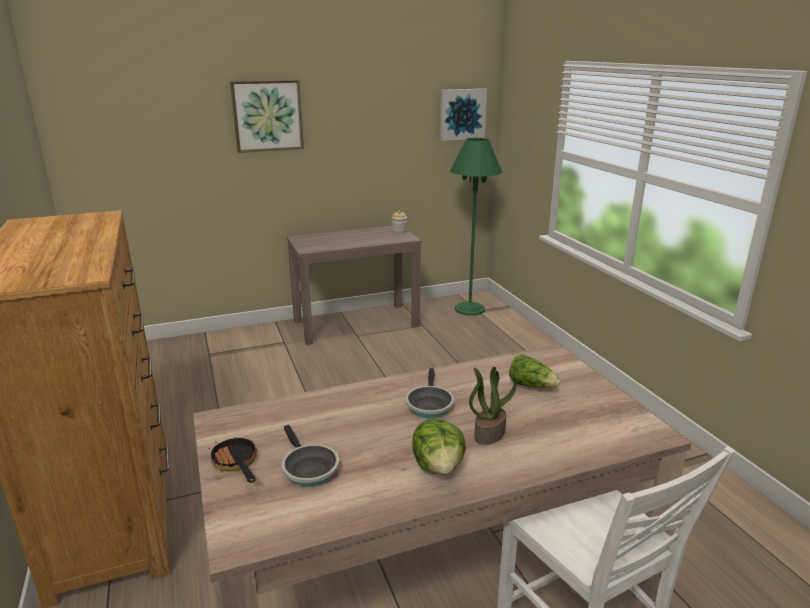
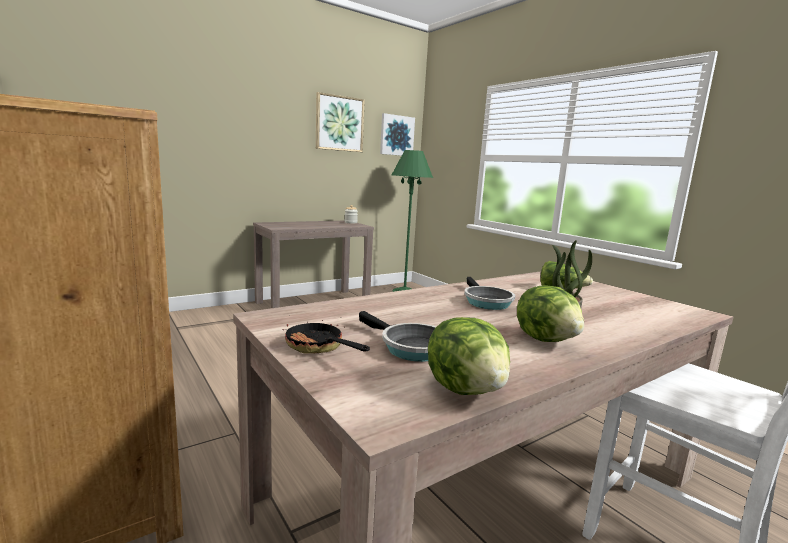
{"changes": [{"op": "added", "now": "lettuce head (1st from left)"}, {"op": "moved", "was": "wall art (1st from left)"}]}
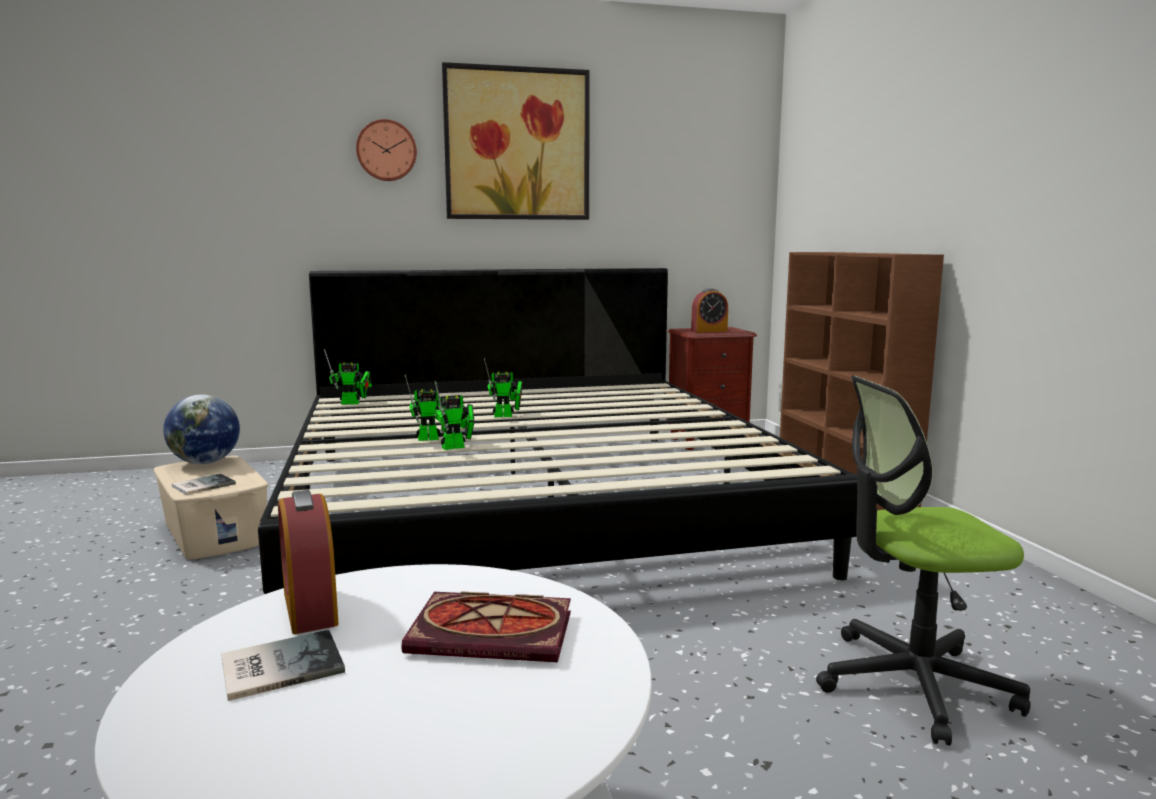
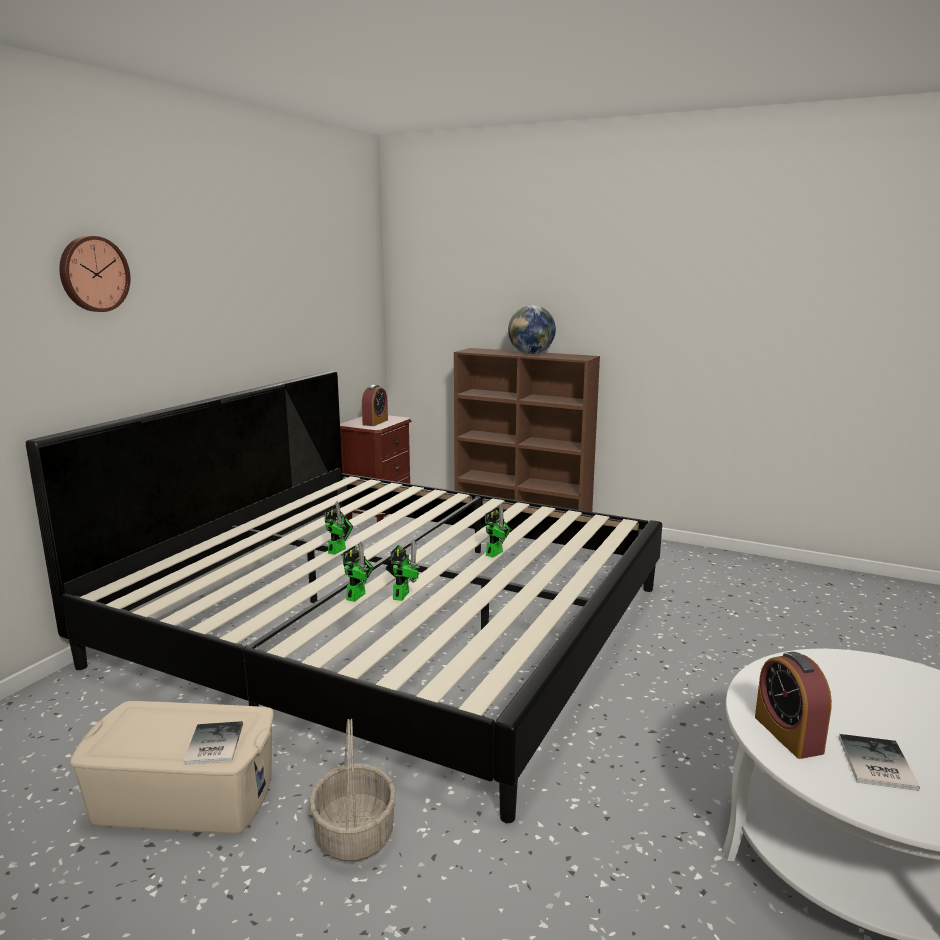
{"changes": [{"op": "removed", "was": "volume (3rd from left)"}, {"op": "removed", "was": "wall art"}, {"op": "removed", "was": "office chair"}, {"op": "added", "now": "basket"}, {"op": "moved", "was": "desk globe"}, {"op": "moved", "was": "model robot (1st from left in the first image)", "now": "model robot (4th from left)"}, {"op": "turned", "was": "bedside clock (1st from left in the first image)", "clockwise": 60}]}
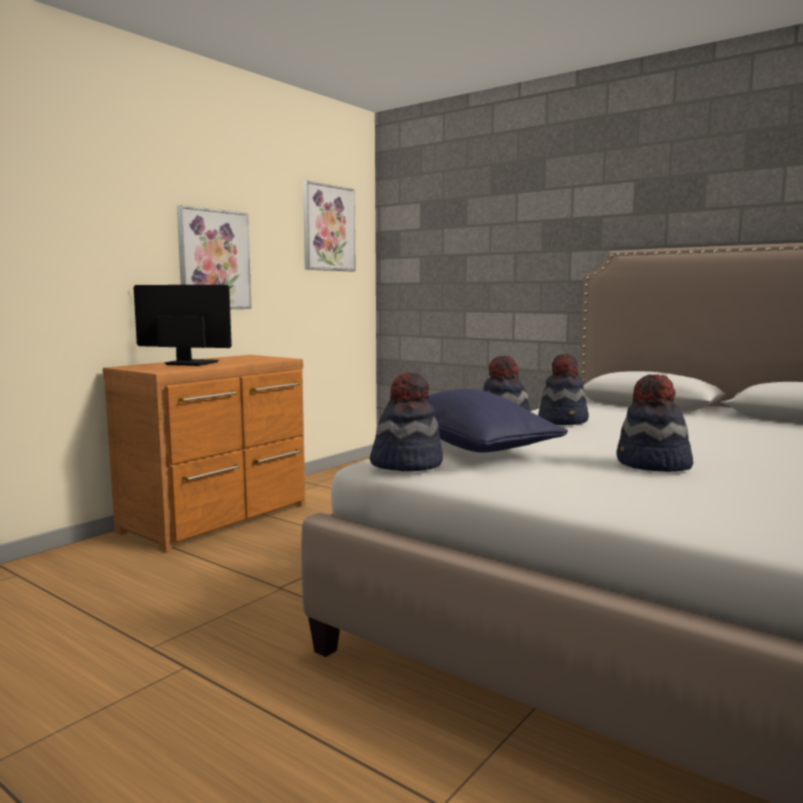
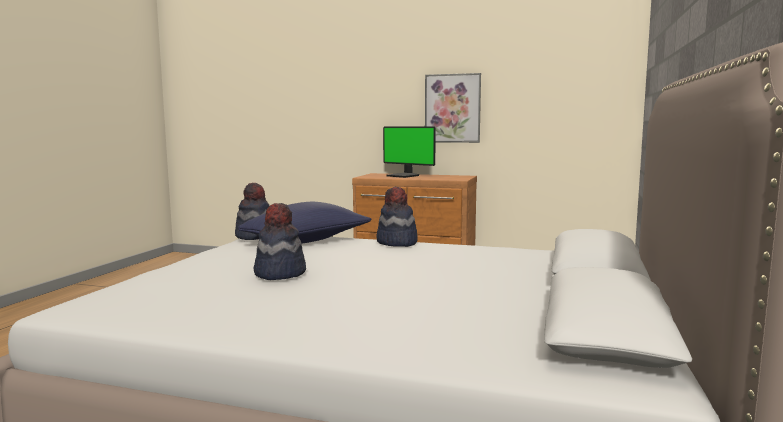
{"changes": [{"op": "removed", "was": "wall art (2nd from left)"}, {"op": "removed", "was": "wearable hat (3rd from left)"}, {"op": "turned", "was": "monitor", "clockwise": 135}]}
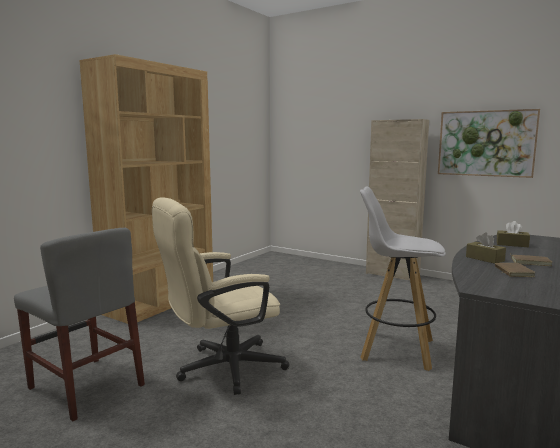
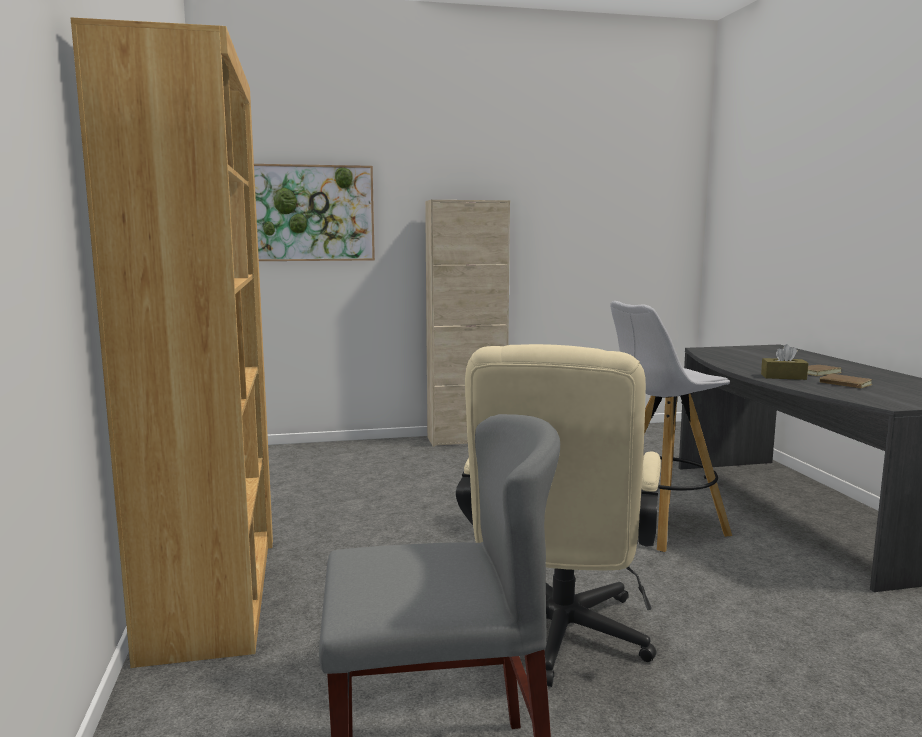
{"changes": [{"op": "removed", "was": "tissue holder in brown (2nd from left)"}, {"op": "moved", "was": "wall art"}]}
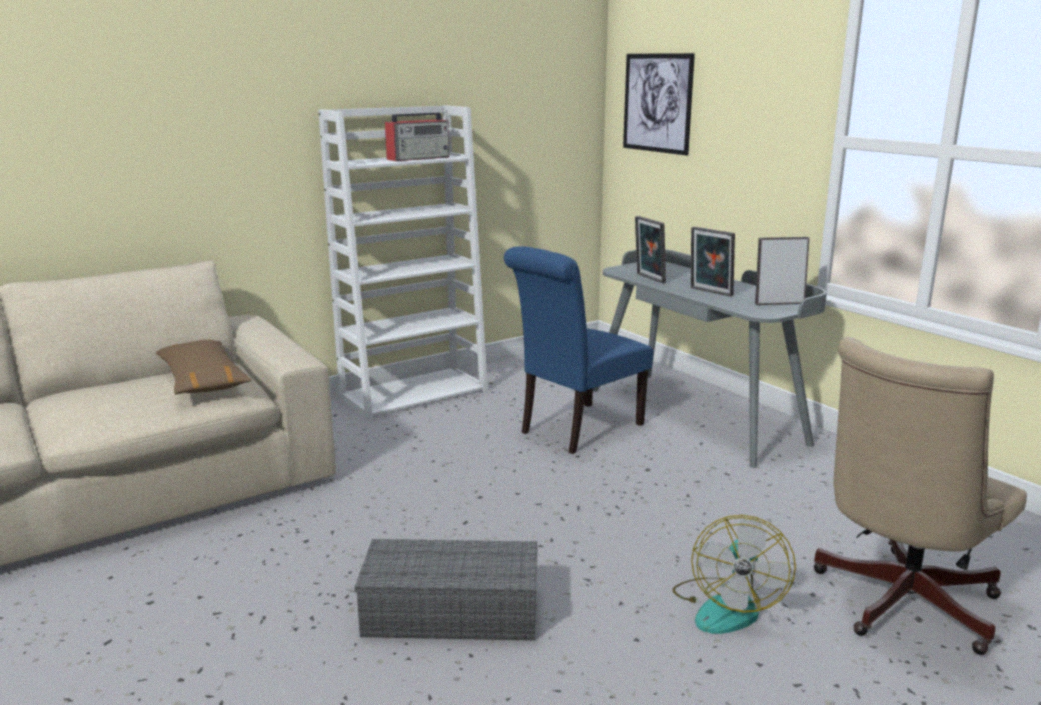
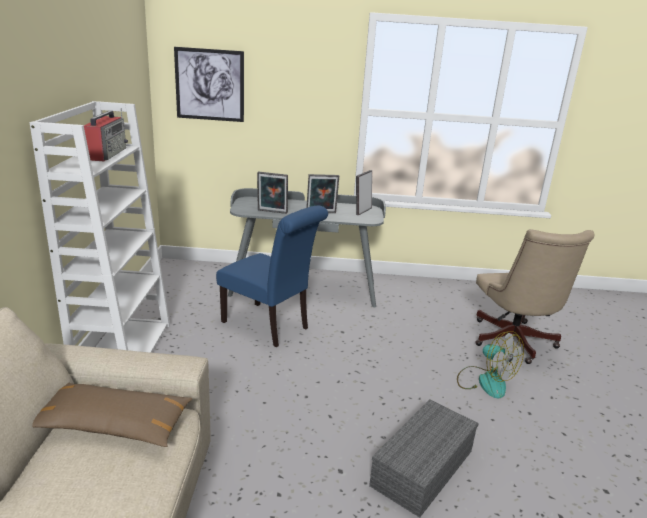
{"changes": [{"op": "turned", "was": "upright chair in bluish", "clockwise": -45}]}
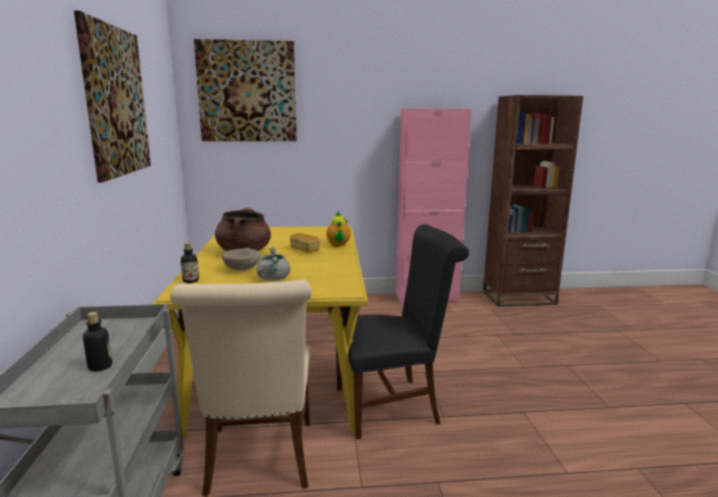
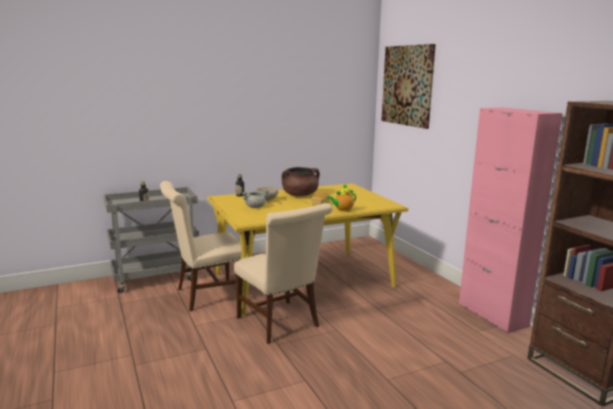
{"changes": [{"op": "removed", "was": "wall art (1st from left)"}, {"op": "recoloured", "was": "upright chair in blackish", "now": "upright chair in beige (2nd from left)"}]}
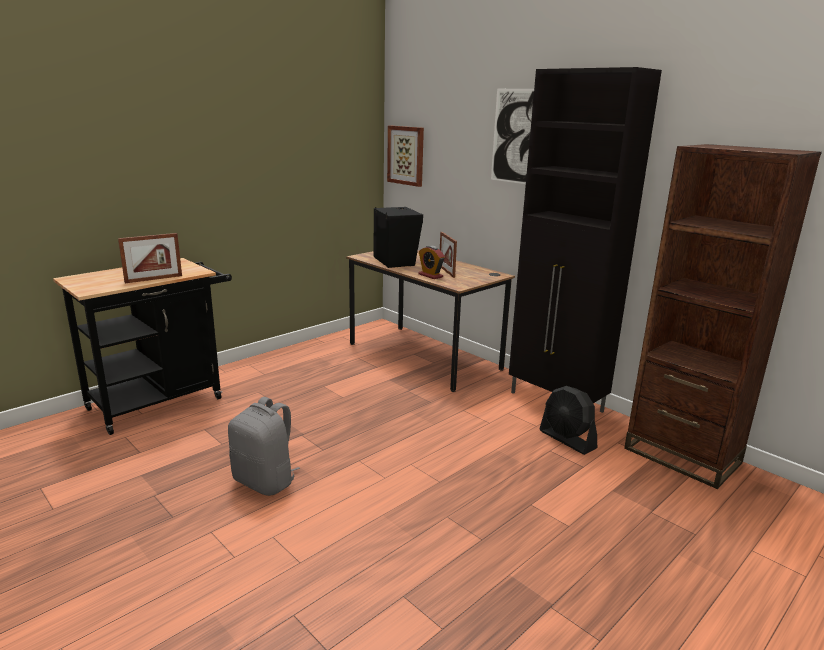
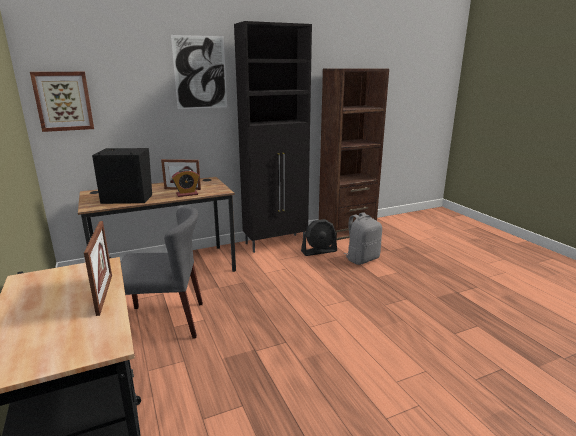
{"changes": [{"op": "added", "now": "upright chair in gray"}, {"op": "moved", "was": "backpack in gray"}]}
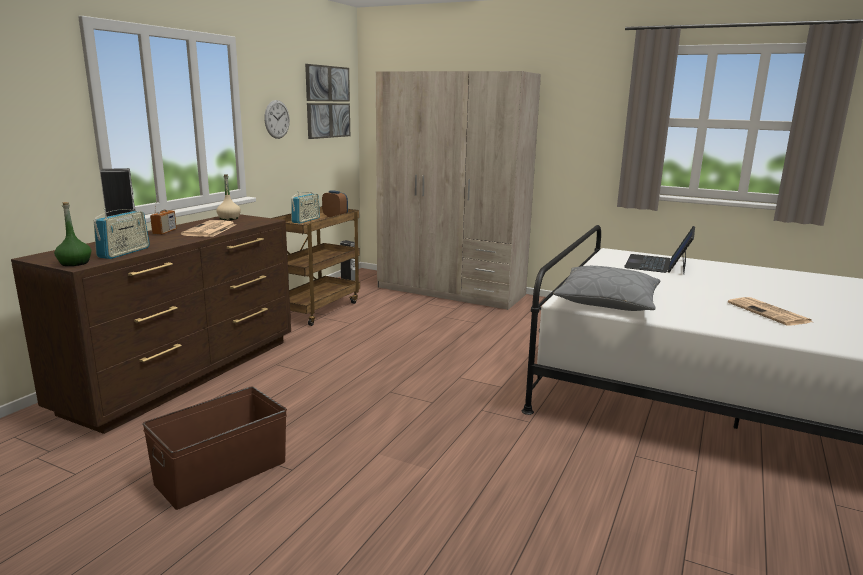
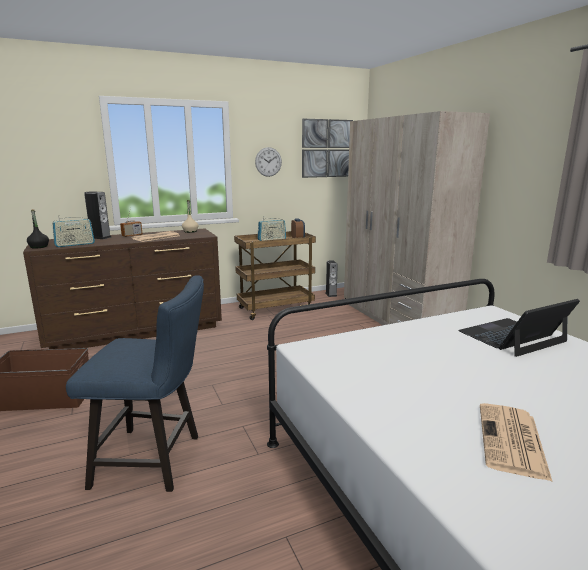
{"changes": [{"op": "removed", "was": "pillow in gray"}, {"op": "added", "now": "upright chair in bluish"}, {"op": "recoloured", "was": "drink bottle in greenish", "now": "drink bottle in blackish"}]}
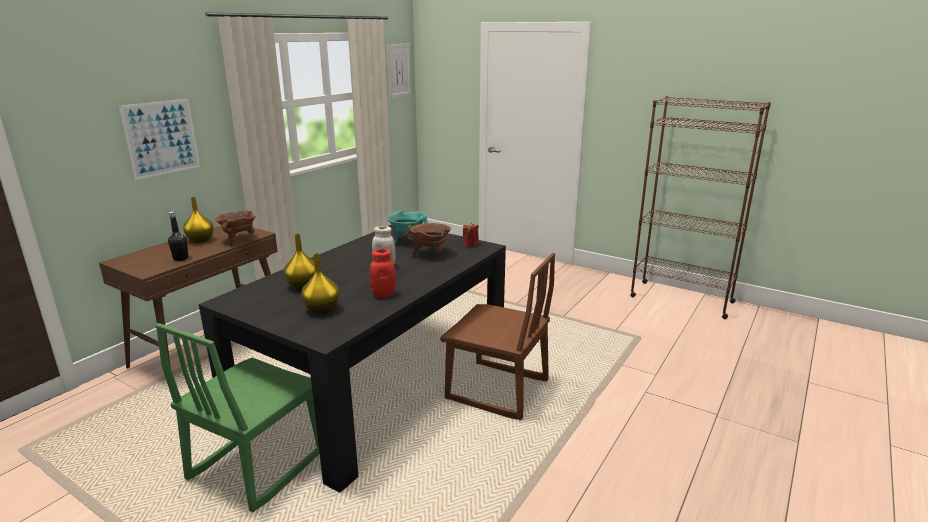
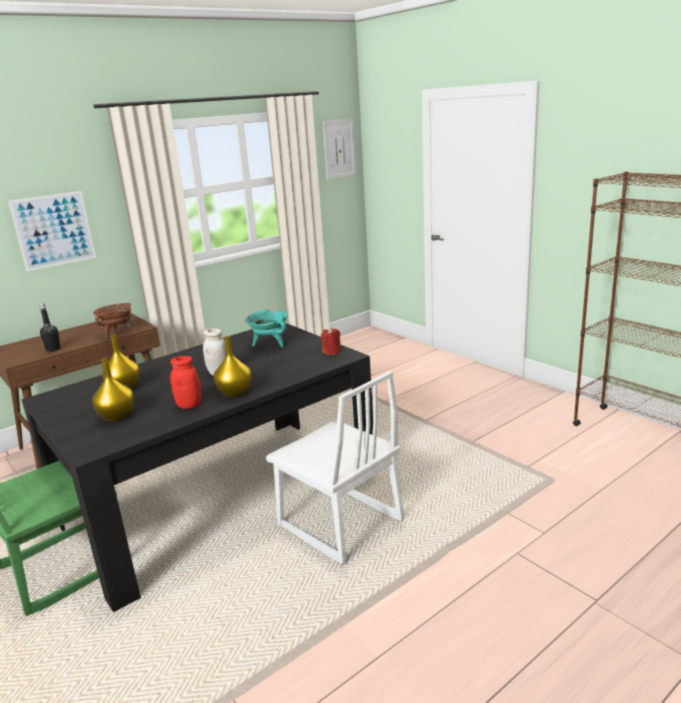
{"changes": [{"op": "removed", "was": "stockpot in brown (2nd from left)"}, {"op": "moved", "was": "decorative vase in yellowish (1st from left in the first image)", "now": "decorative vase in yellowish (3rd from left)"}, {"op": "recoloured", "was": "upright chair in brown", "now": "upright chair in whitish"}]}
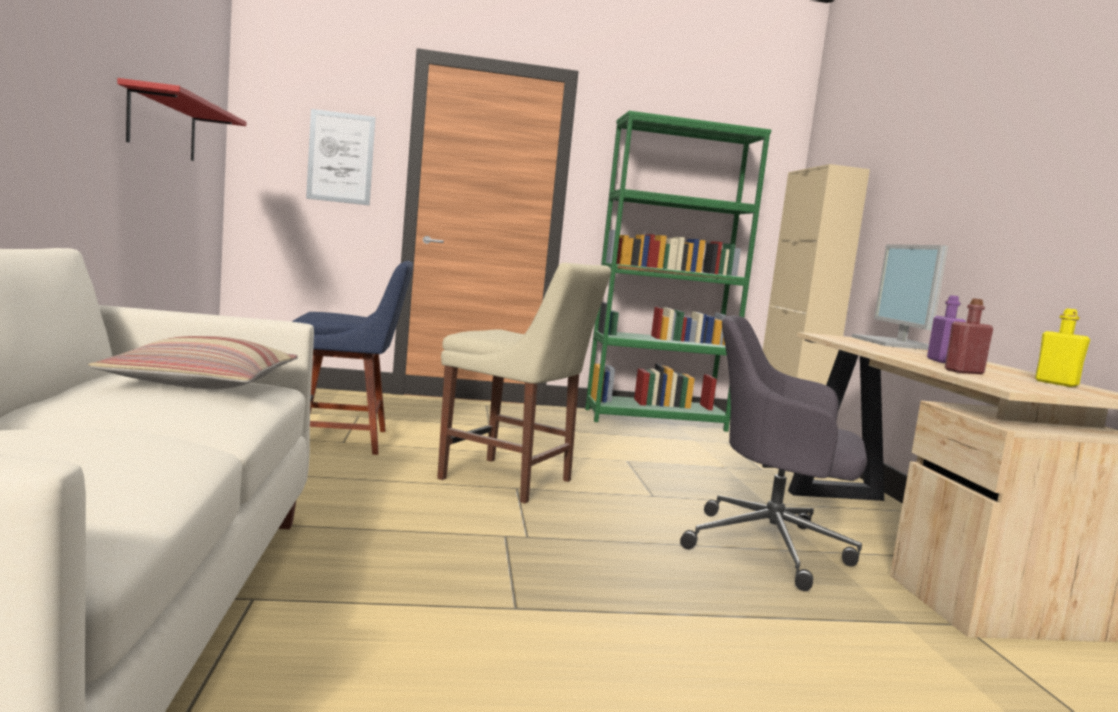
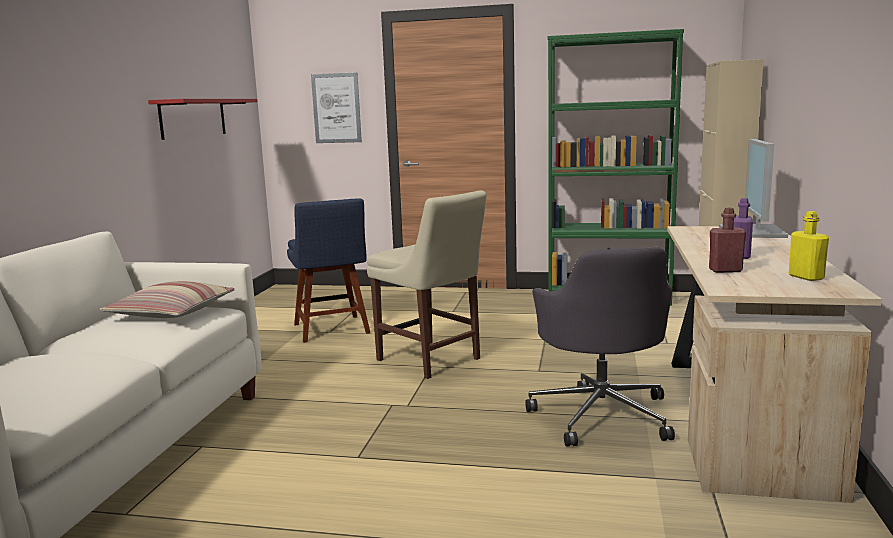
{"changes": [{"op": "turned", "was": "upright chair in bluish", "clockwise": 60}, {"op": "turned", "was": "office chair in gray", "clockwise": -135}]}
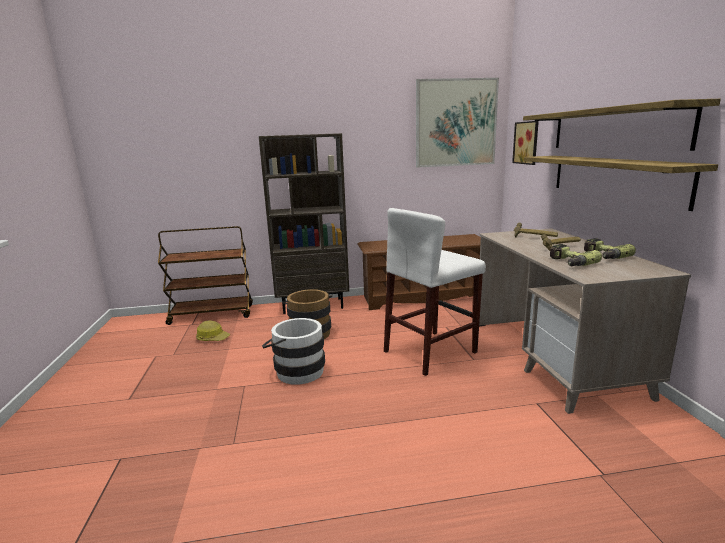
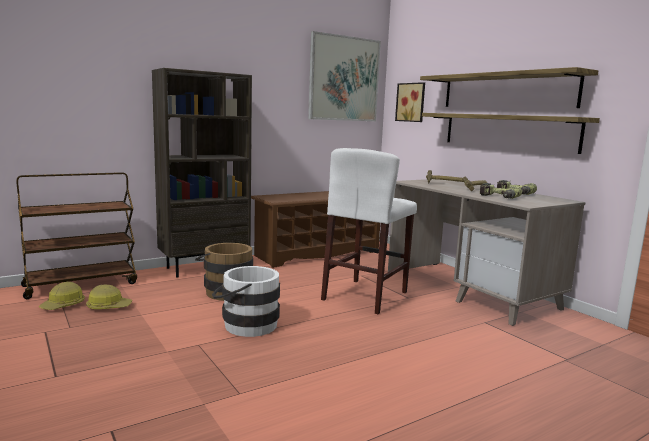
{"changes": [{"op": "added", "now": "work helmet (1st from left)"}]}
